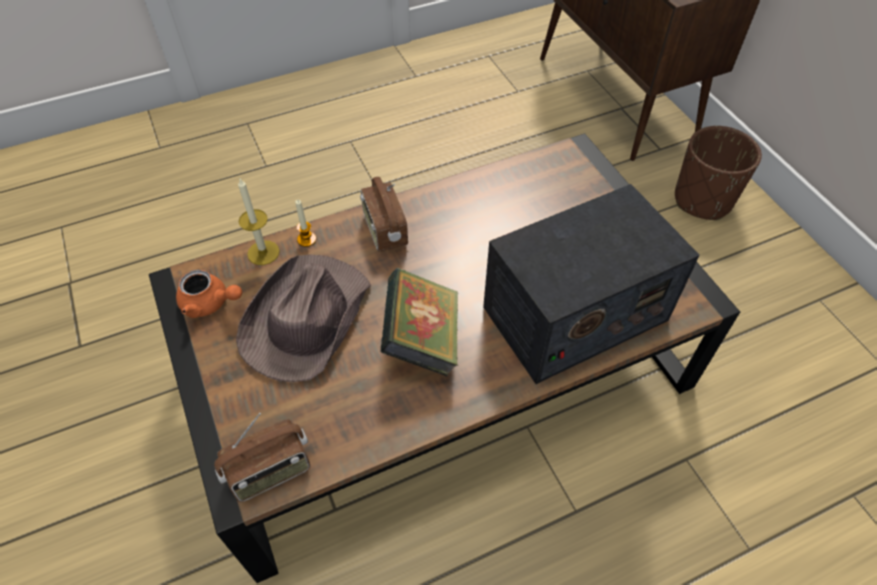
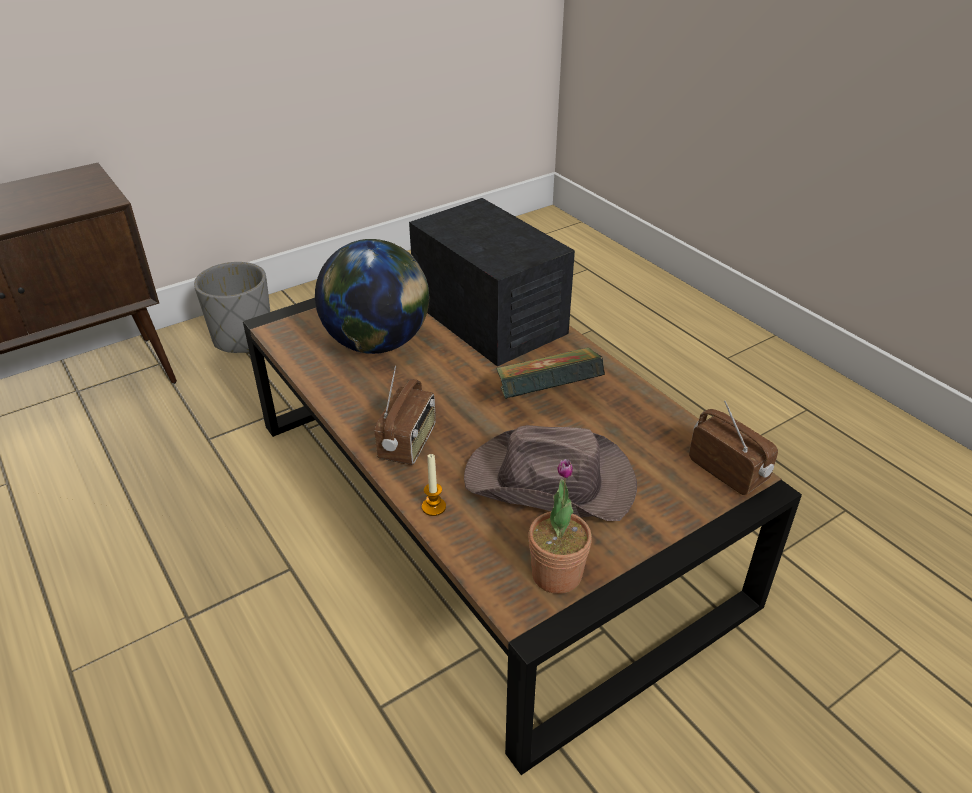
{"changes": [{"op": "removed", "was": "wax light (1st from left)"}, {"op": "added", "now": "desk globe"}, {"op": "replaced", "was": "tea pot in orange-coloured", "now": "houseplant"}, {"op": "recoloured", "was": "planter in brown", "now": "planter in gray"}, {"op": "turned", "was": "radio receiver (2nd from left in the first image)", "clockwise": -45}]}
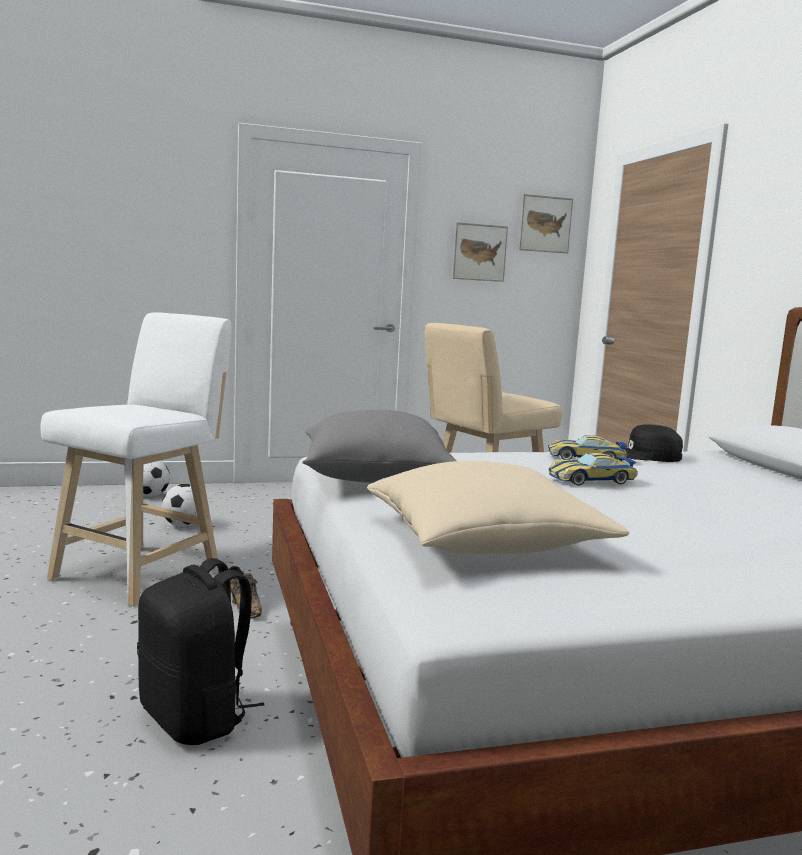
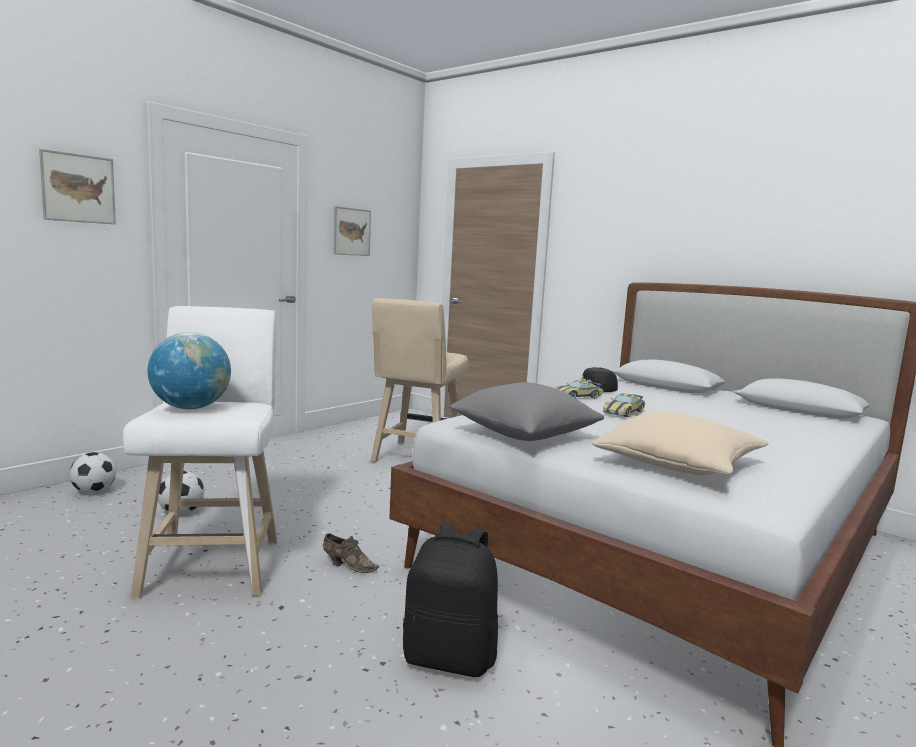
{"changes": [{"op": "added", "now": "desk globe"}, {"op": "moved", "was": "wall art (2nd from left in the first image)", "now": "wall art (1st from left)"}]}
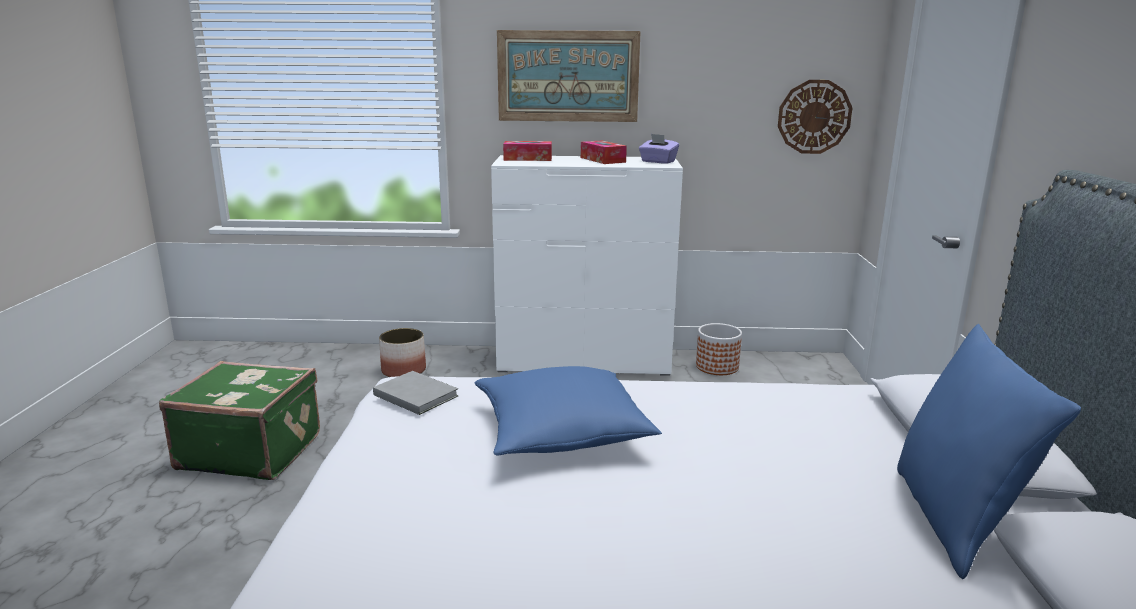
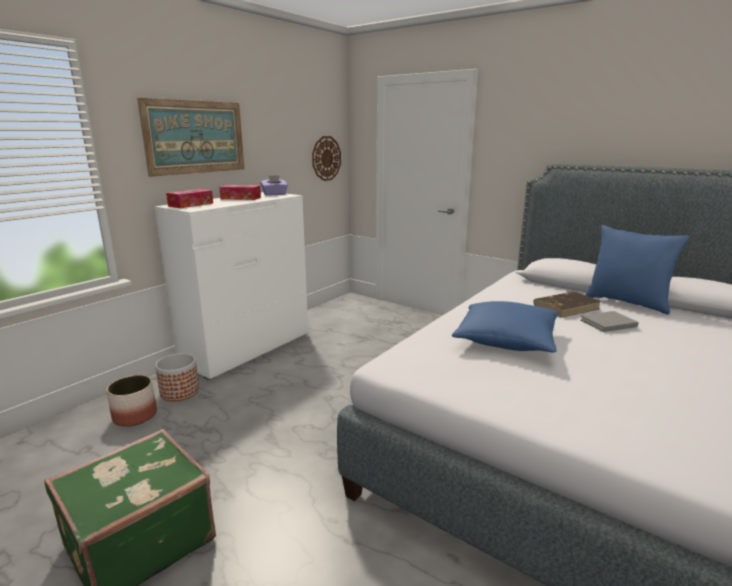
{"changes": [{"op": "added", "now": "volume in brown"}, {"op": "moved", "was": "volume in gray"}, {"op": "moved", "was": "planter (2nd from left)"}]}
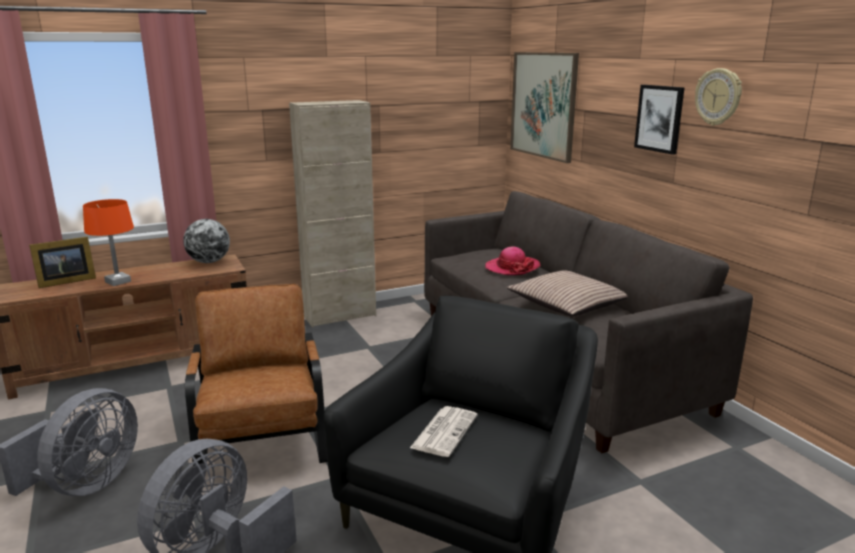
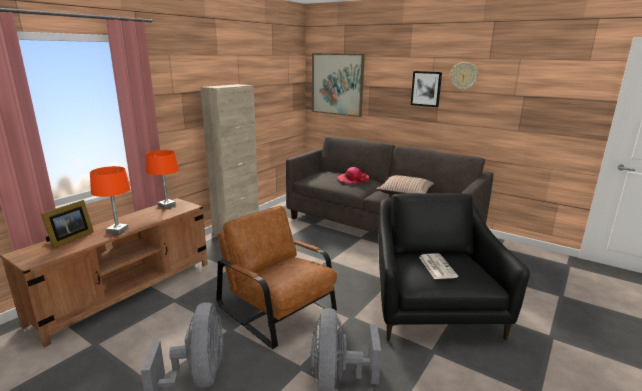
{"changes": [{"op": "replaced", "was": "desk globe", "now": "tabletop lamp in orange-coloured (2nd from left)"}]}
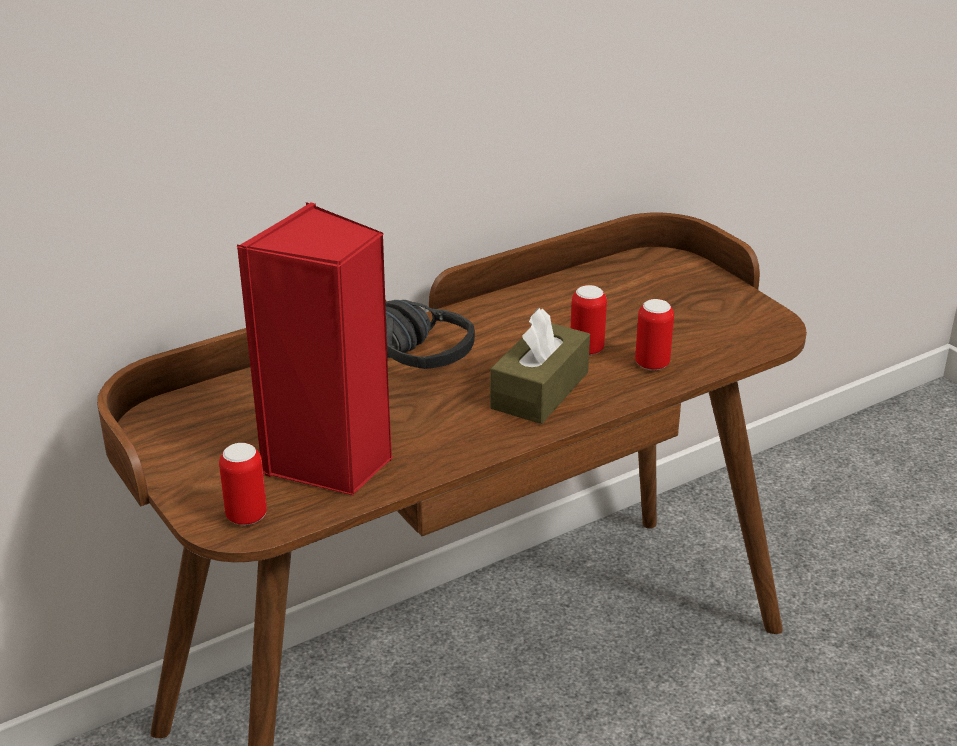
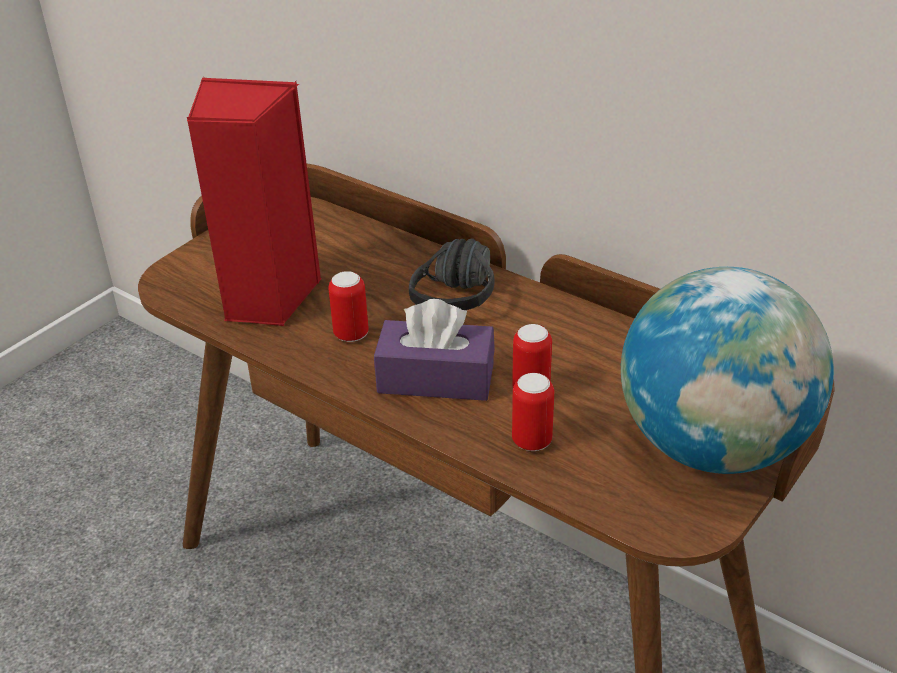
{"changes": [{"op": "added", "now": "desk globe"}, {"op": "moved", "was": "sealed can (1st from left)"}, {"op": "recoloured", "was": "tissue holder in brown", "now": "tissue holder in purple"}]}
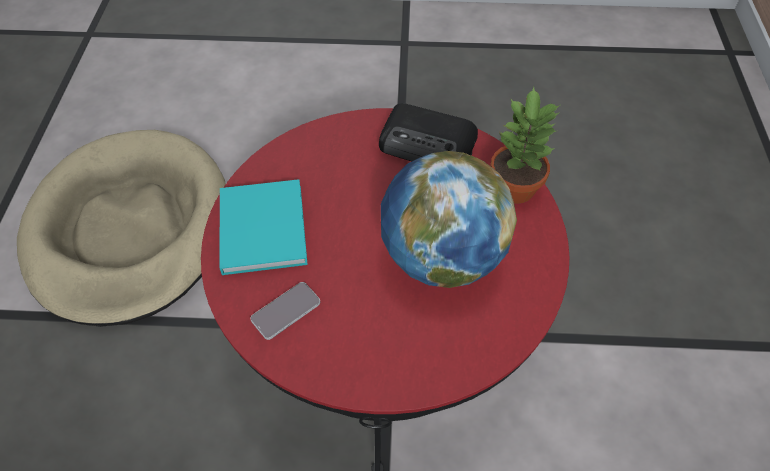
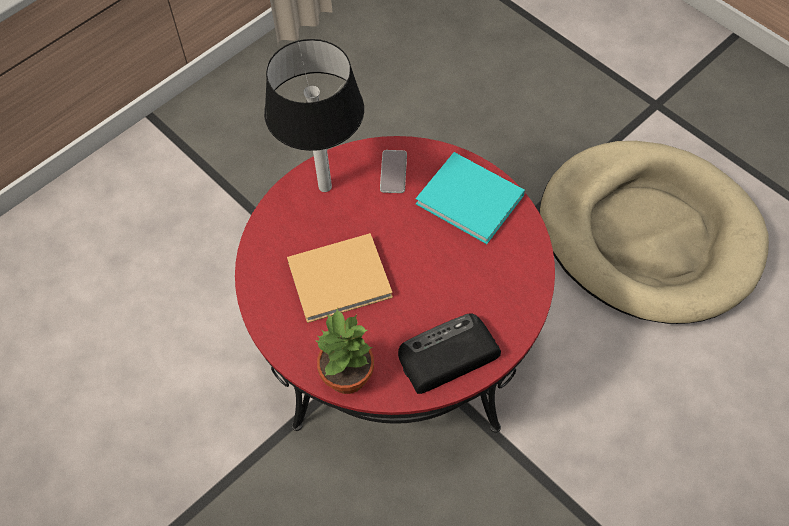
{"changes": [{"op": "added", "now": "tabletop lamp"}, {"op": "replaced", "was": "desk globe", "now": "volume in beige"}]}
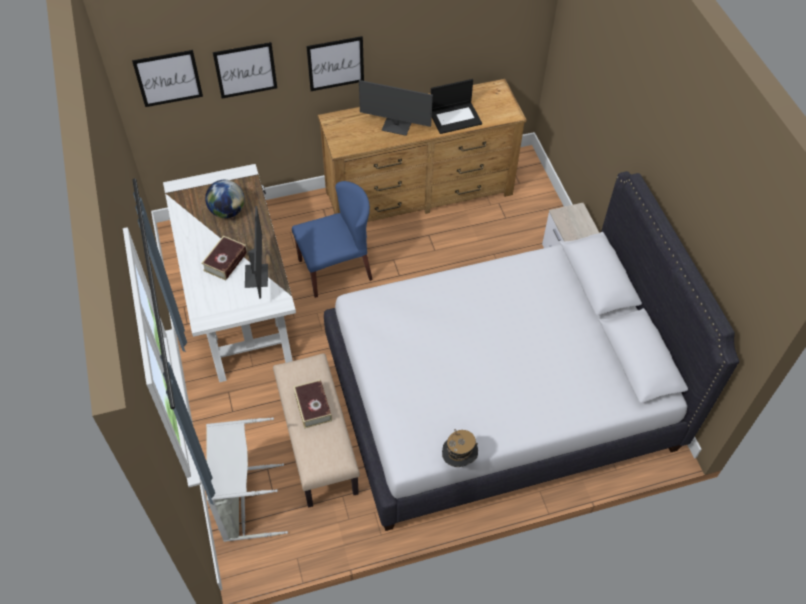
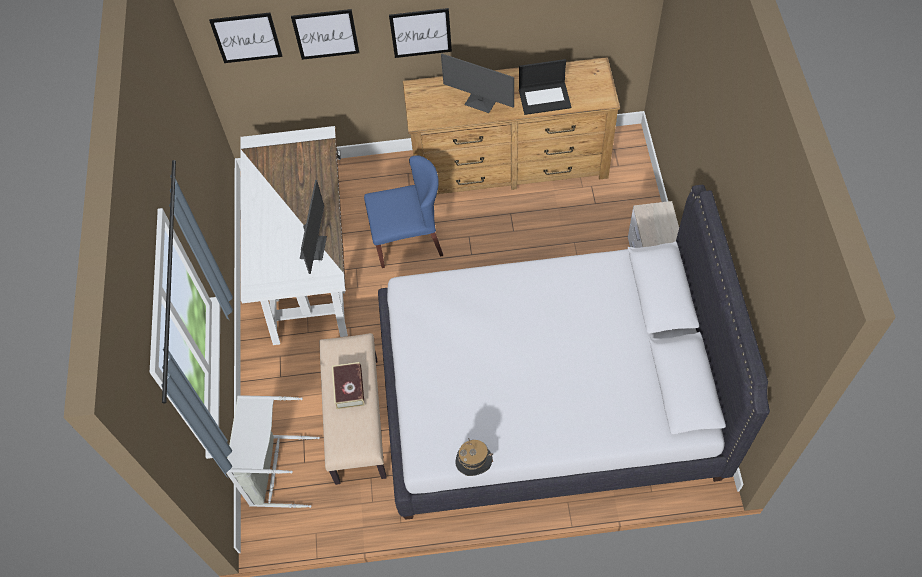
{"changes": [{"op": "removed", "was": "volume (1st from left)"}, {"op": "removed", "was": "desk globe"}]}
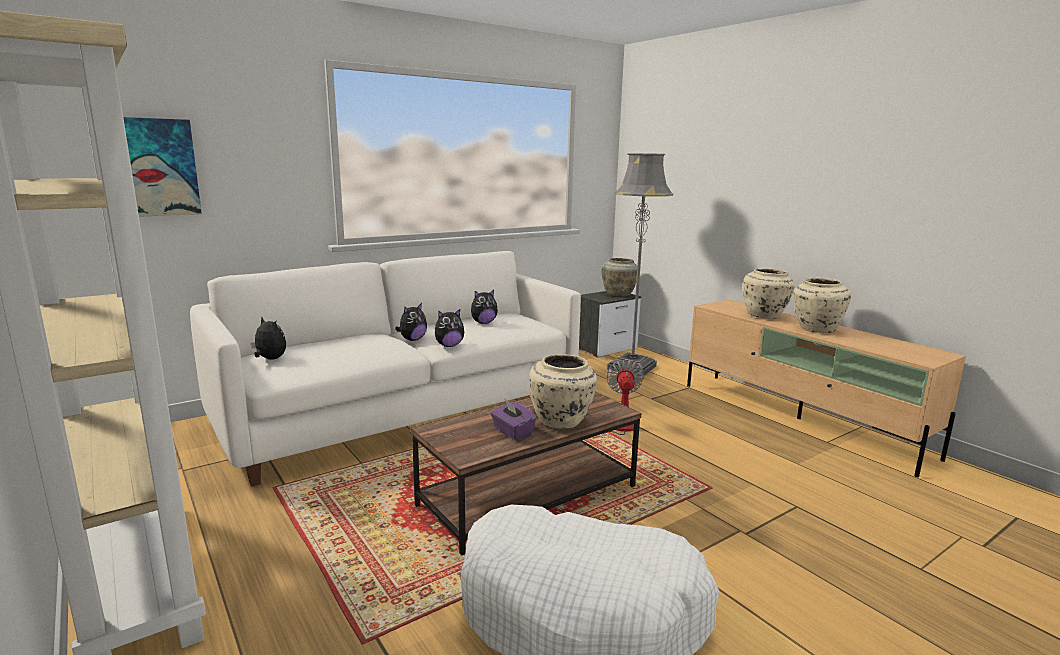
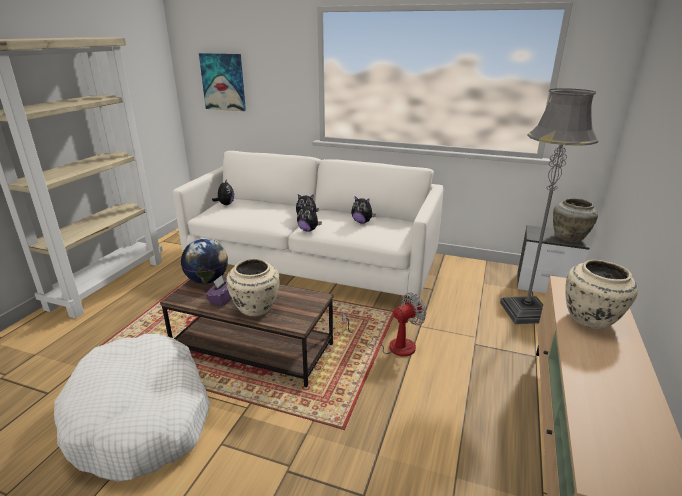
{"changes": [{"op": "removed", "was": "decorative vase in beige (4th from left)"}, {"op": "added", "now": "desk globe"}]}
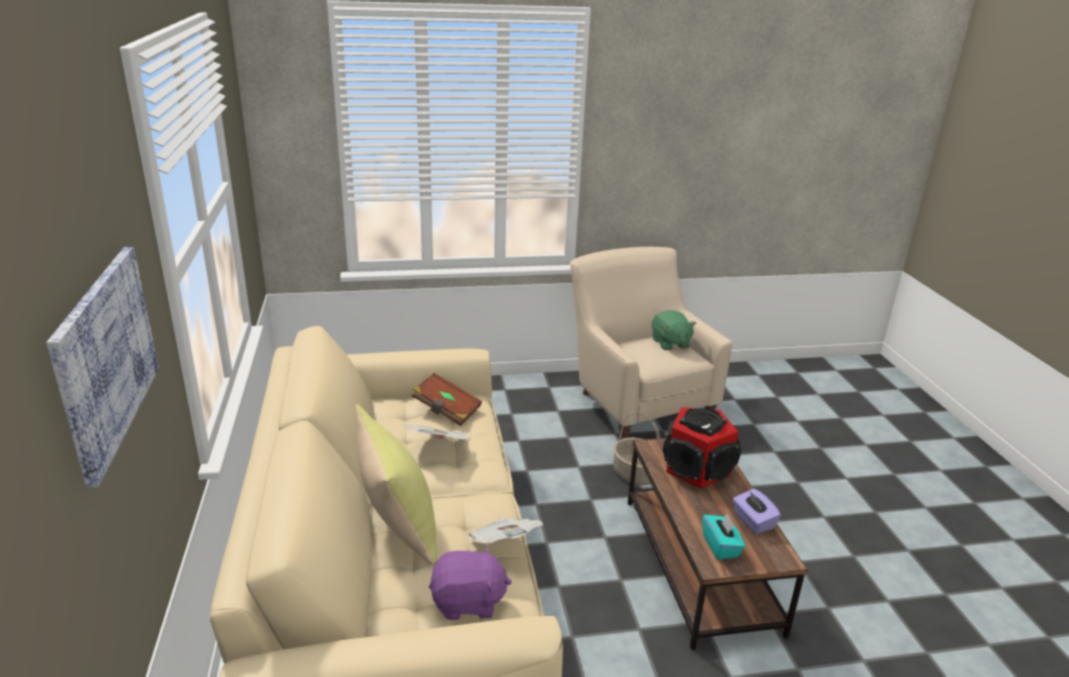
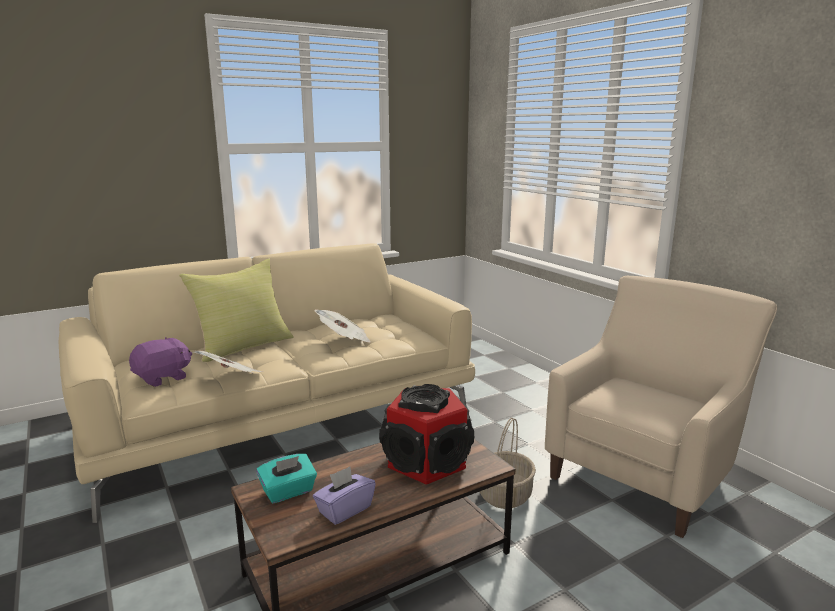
{"changes": [{"op": "removed", "was": "wall art"}, {"op": "removed", "was": "volume in brown"}, {"op": "removed", "was": "plush toy in greenish"}, {"op": "turned", "was": "plush toy in purple", "clockwise": -105}]}
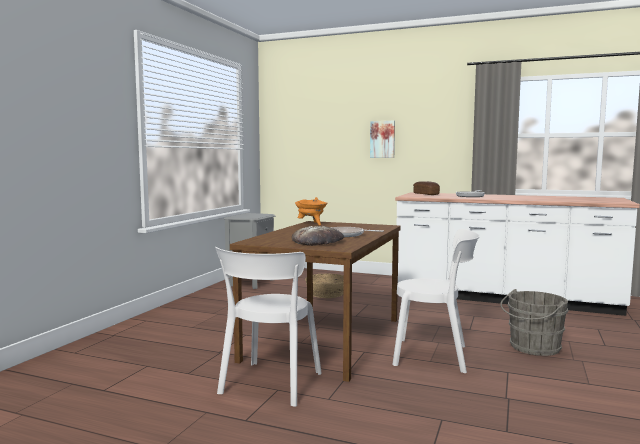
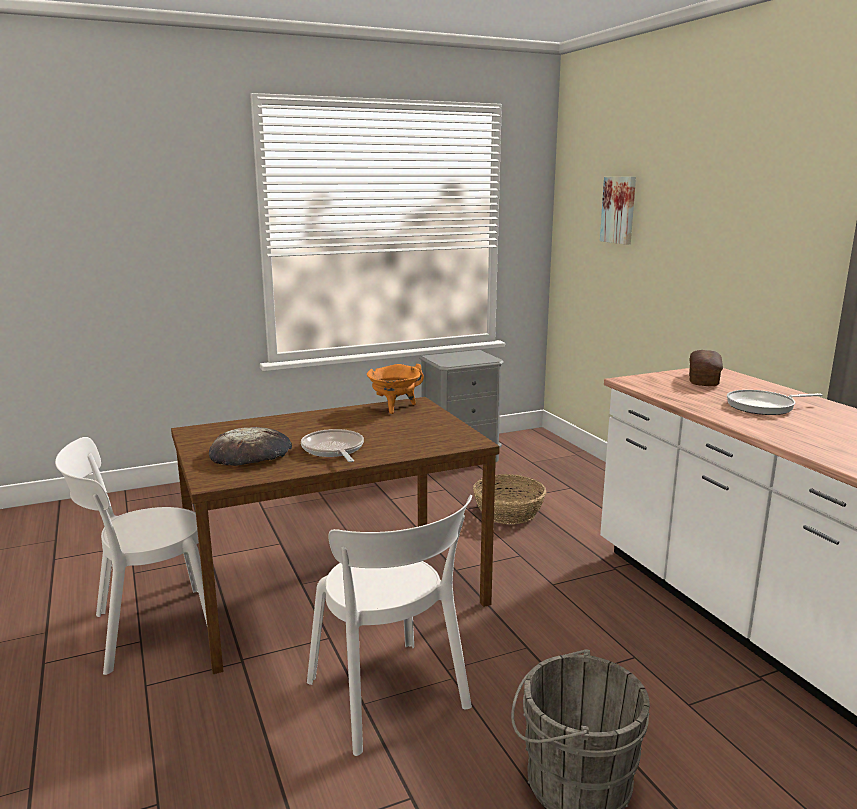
{"changes": [{"op": "moved", "was": "wall art"}]}
